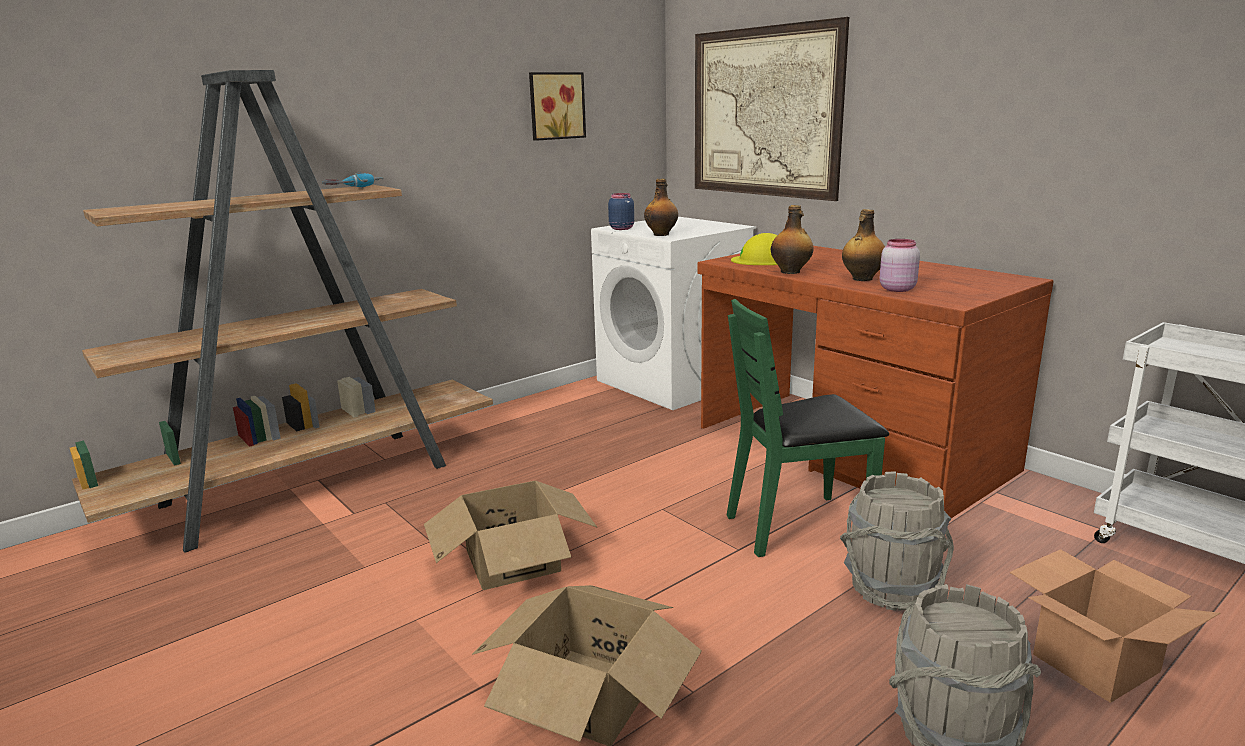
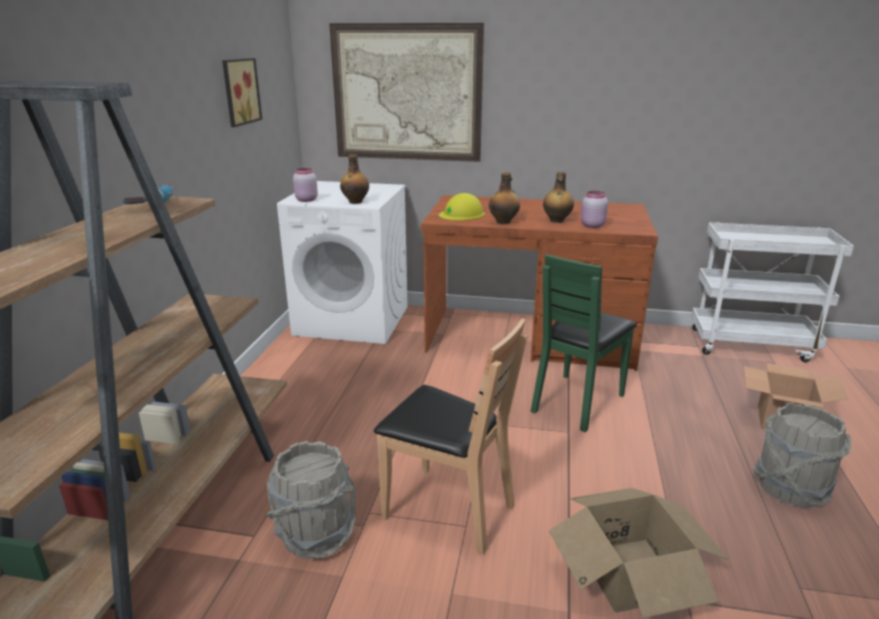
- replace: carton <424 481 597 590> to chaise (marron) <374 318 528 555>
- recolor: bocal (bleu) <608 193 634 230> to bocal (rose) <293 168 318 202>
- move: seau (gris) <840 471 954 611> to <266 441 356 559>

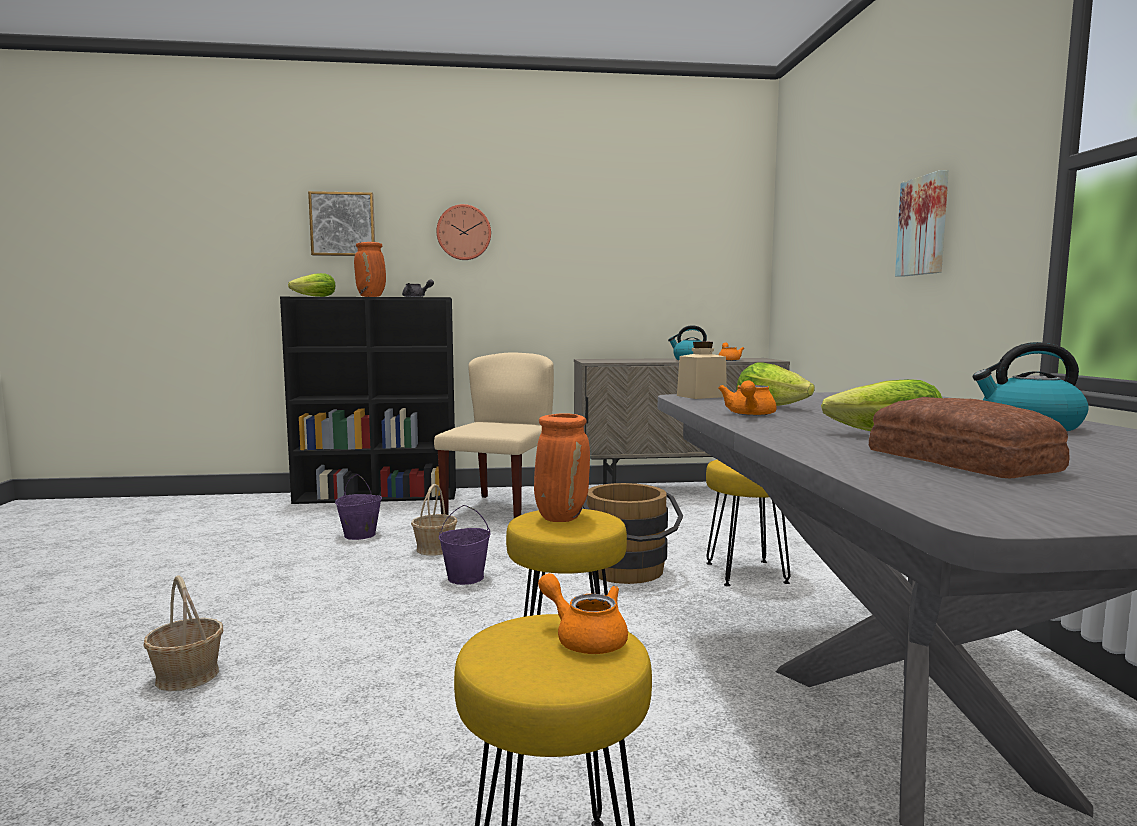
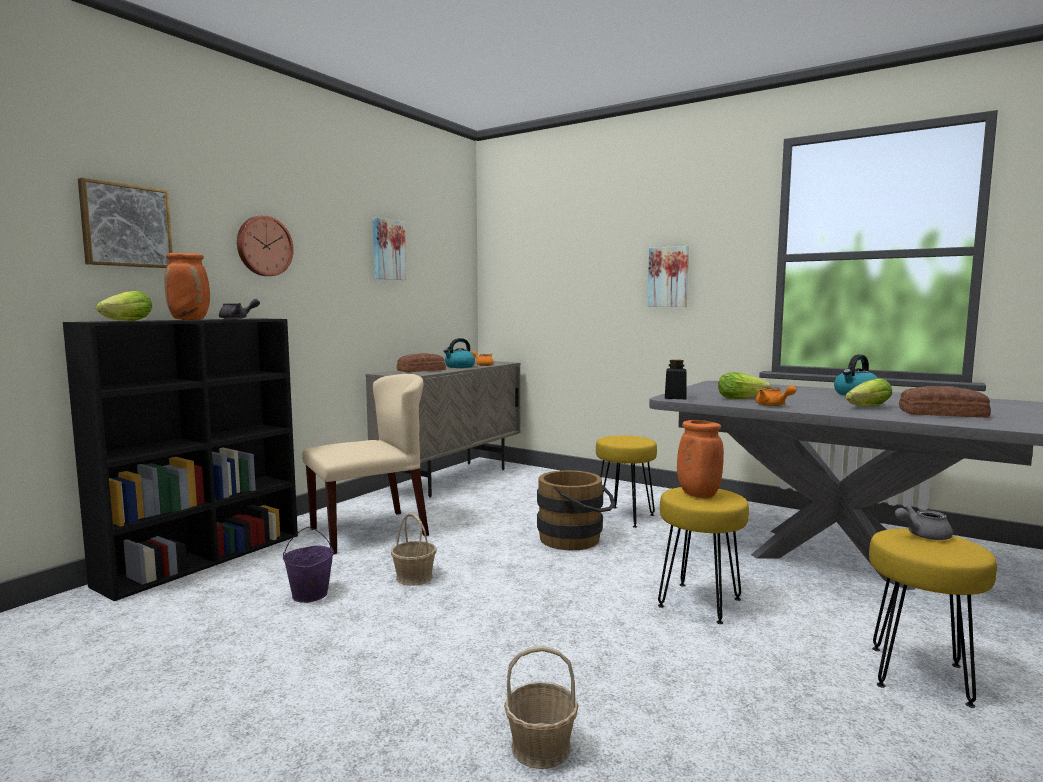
- rotate: chaise (beige) <434 352 554 518> = <302 374 429 554> 90 degrees clockwise
- delete: seau (violet) <439 505 491 585>
- recolor: théière (orange) <538 573 628 654> to théière (gris) <895 506 953 540>
- recolor: bocal (beige) <677 341 727 399> to bocal (noir) <665 360 687 399>
- insert: tableau <373 217 406 280>
- insert: pain <397 353 446 372>

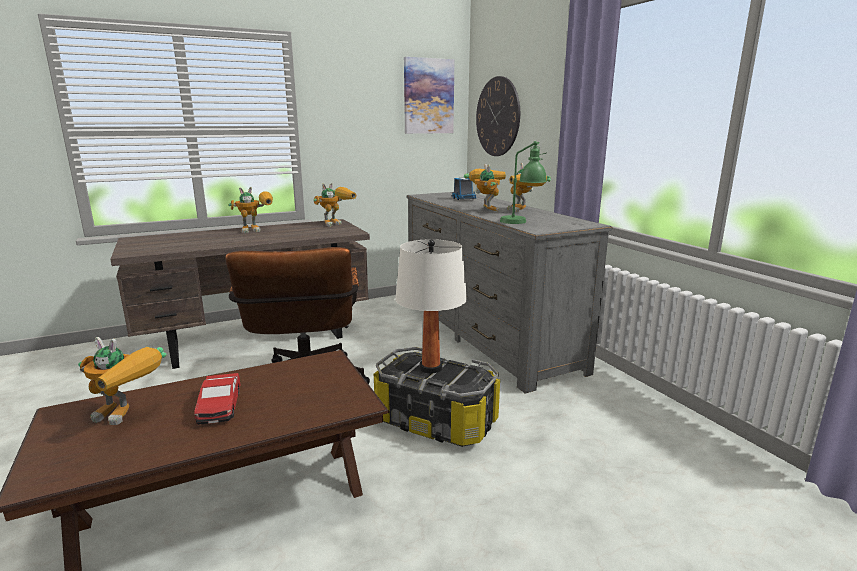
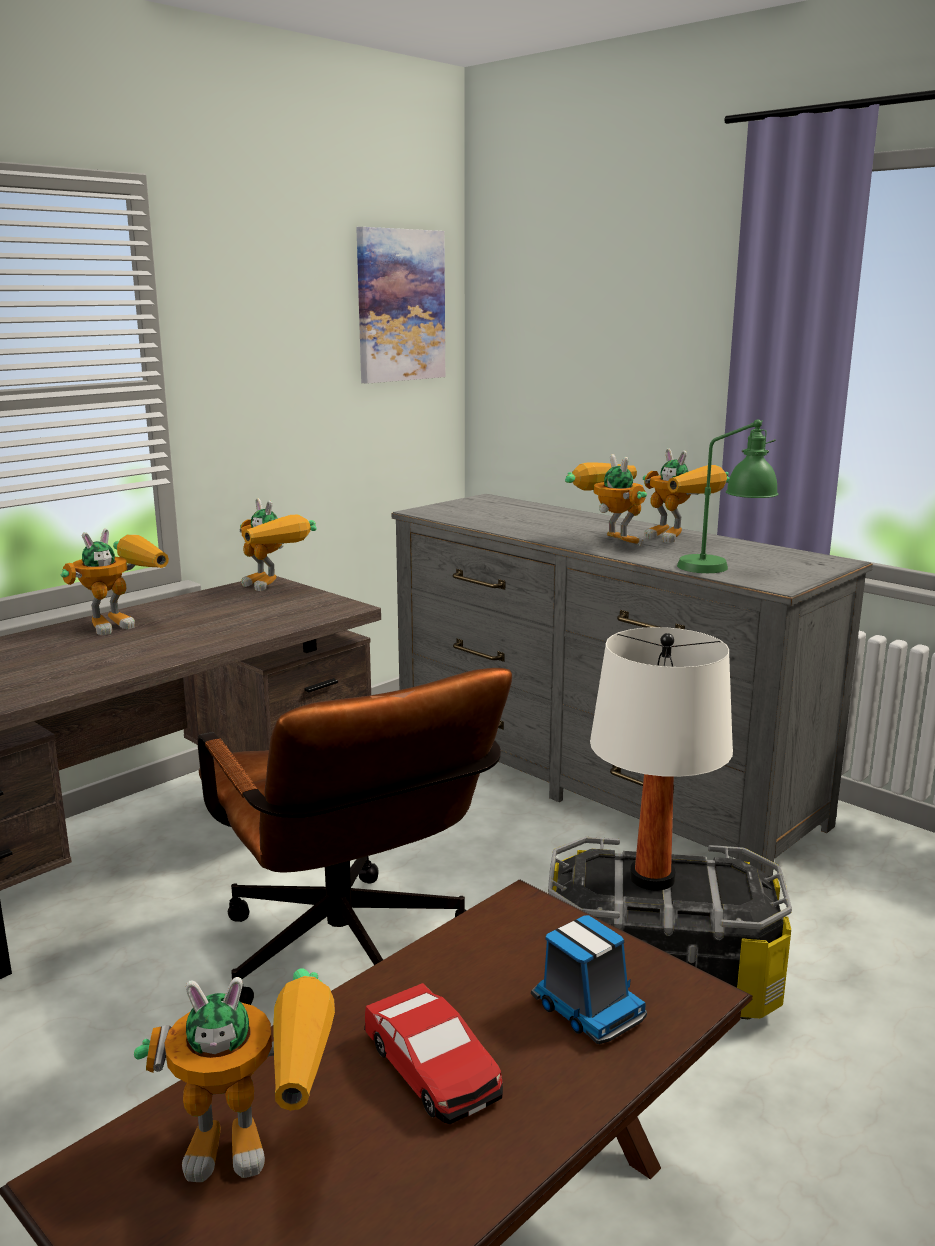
- rotate: robot jouet <313 183 357 227> = <240 498 317 591> 105 degrees clockwise
- move: camion jouet <452 178 476 200> to <530 915 647 1044>
- delete: horloge murale <476 76 520 156>

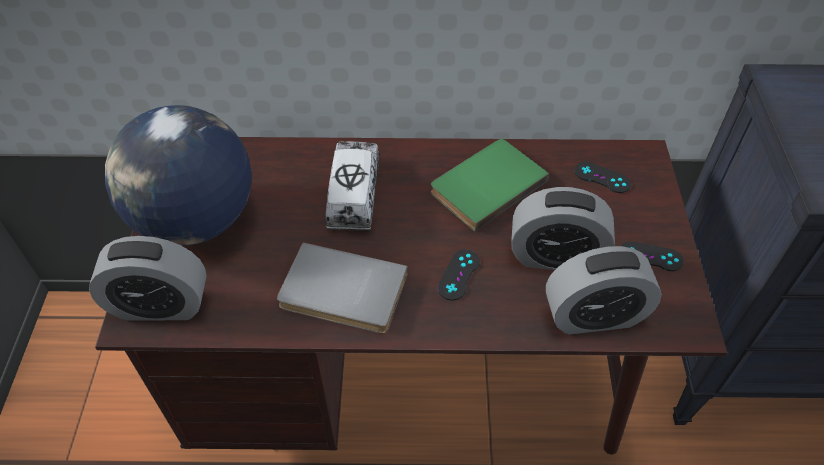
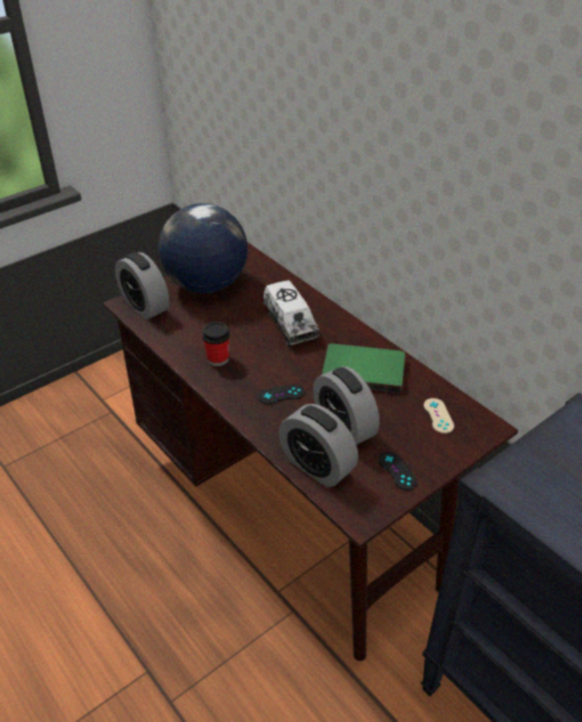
- replace: livre (gris) <277 242 408 334> to tasse <202 322 230 366>
- rotate: camion jouet <326 141 380 231> = <263 280 319 347> 105 degrees clockwise
- recolor: manette (noir) <574 162 631 193> to manette (beige) <424 398 454 434>

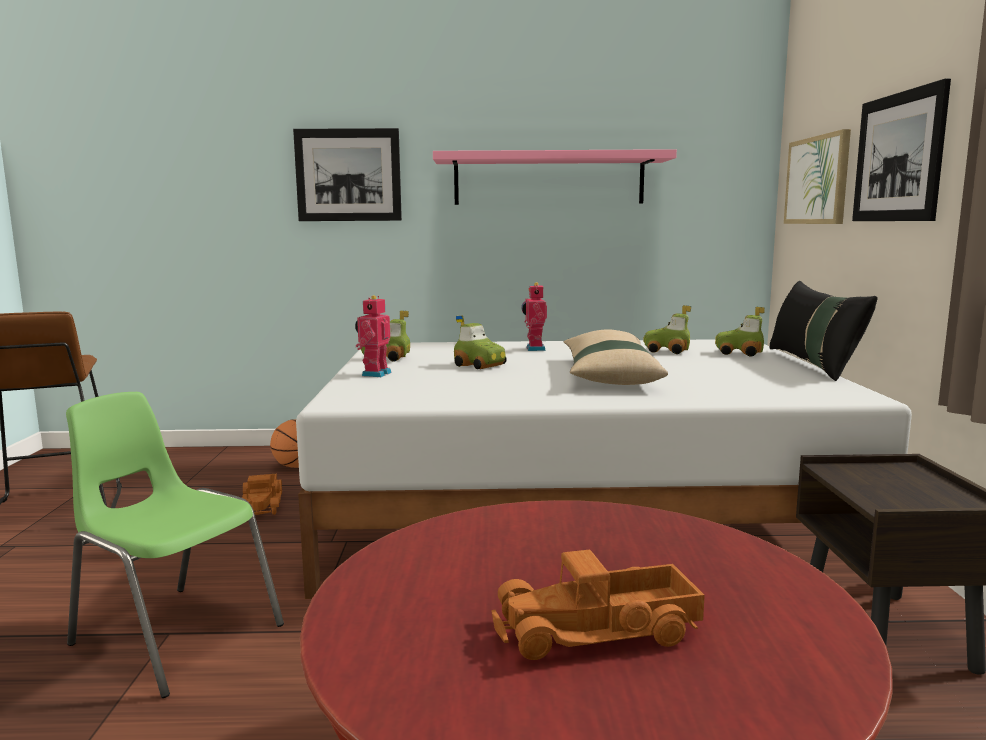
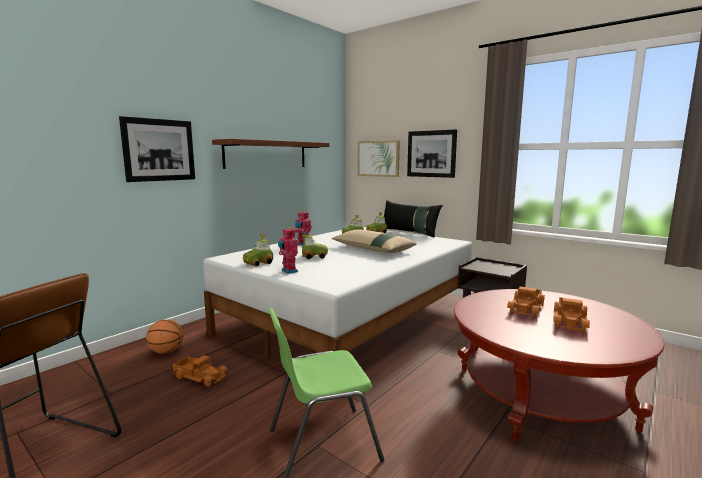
- recolor: étagère (rose) <433 149 677 205> to étagère (marron) <212 139 329 169>
- insert: camion jouet <507 286 545 318>

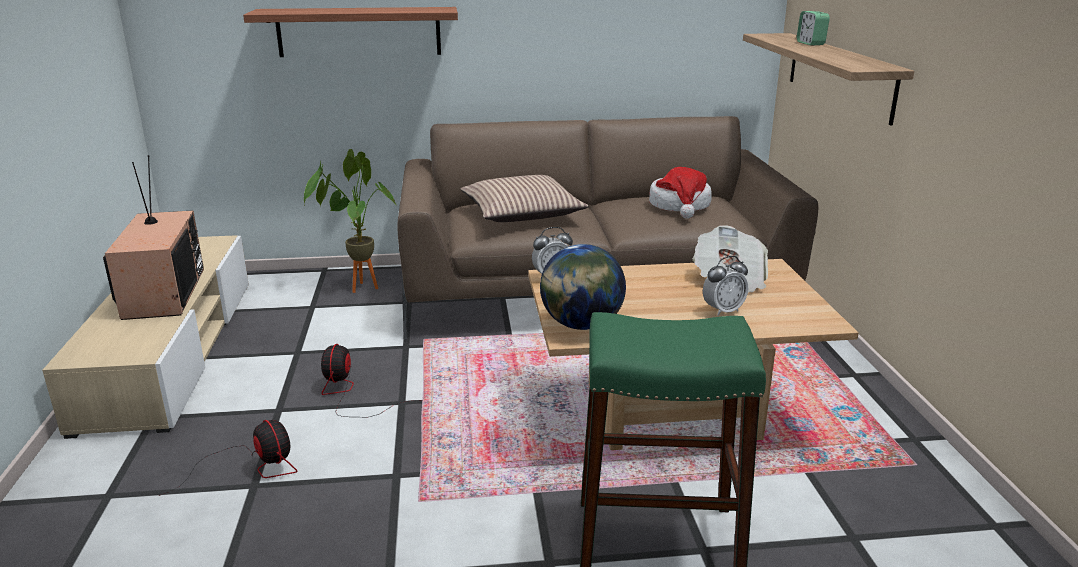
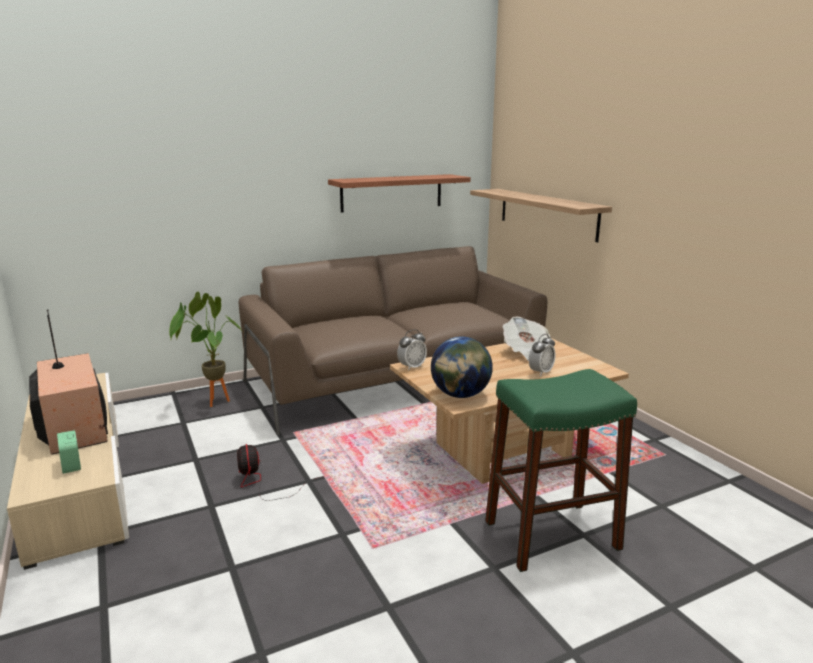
- delete: ventilateur <159 420 297 496>
- move: étagère <243 7 458 57> to <328 174 471 213>
- delete: coussin <460 175 589 222>
- delete: chapeau <649 167 712 219>
- move: réveil <797 11 830 45> to <57 430 81 474>

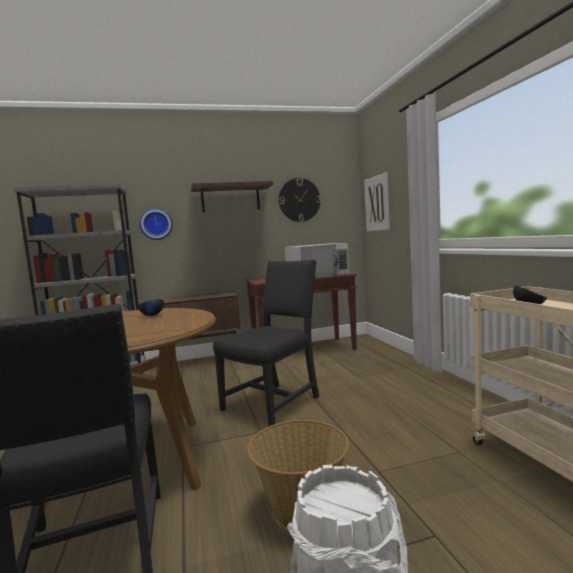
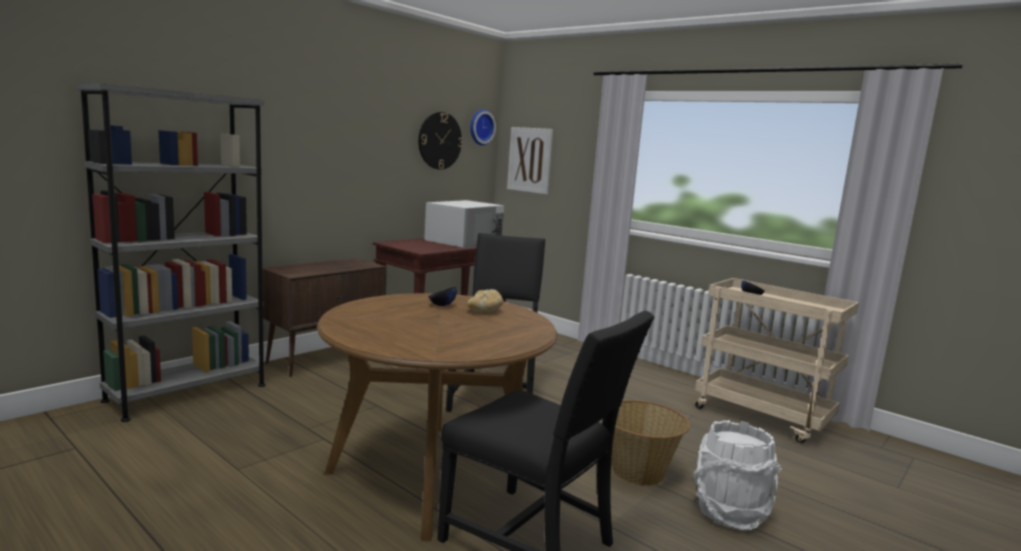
- move: horloge murale <140 208 173 240> to <470 109 496 145>
- delete: étagère <191 181 273 212>
- insert: pain <467 289 503 312>

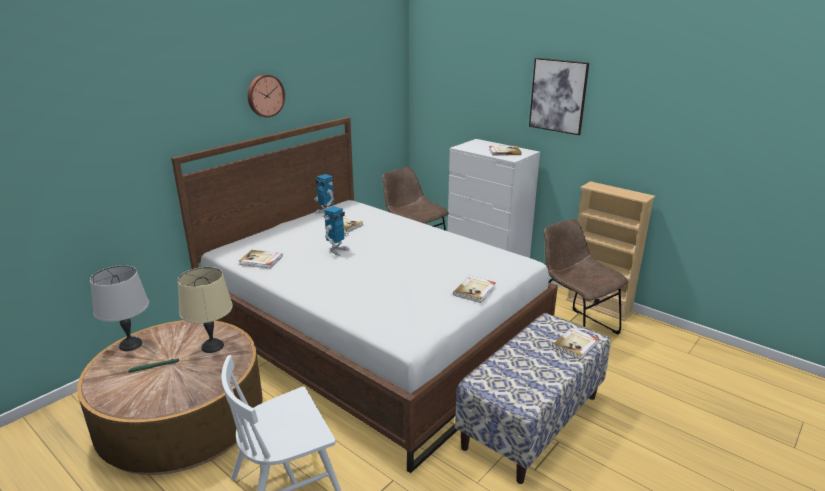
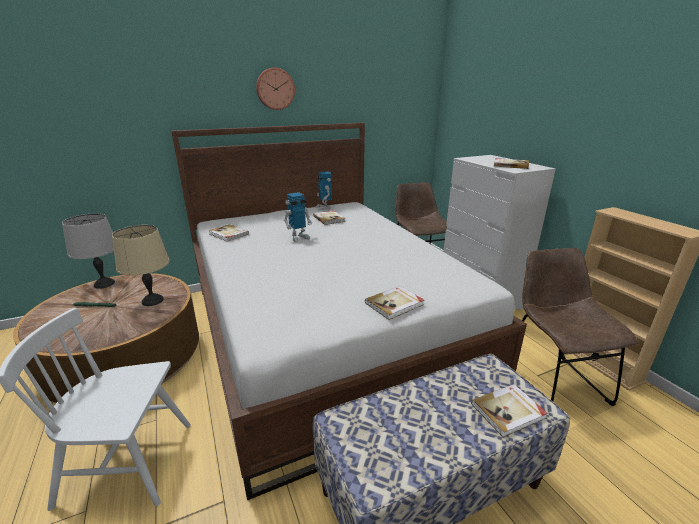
- delete: tableau <529 58 589 135>

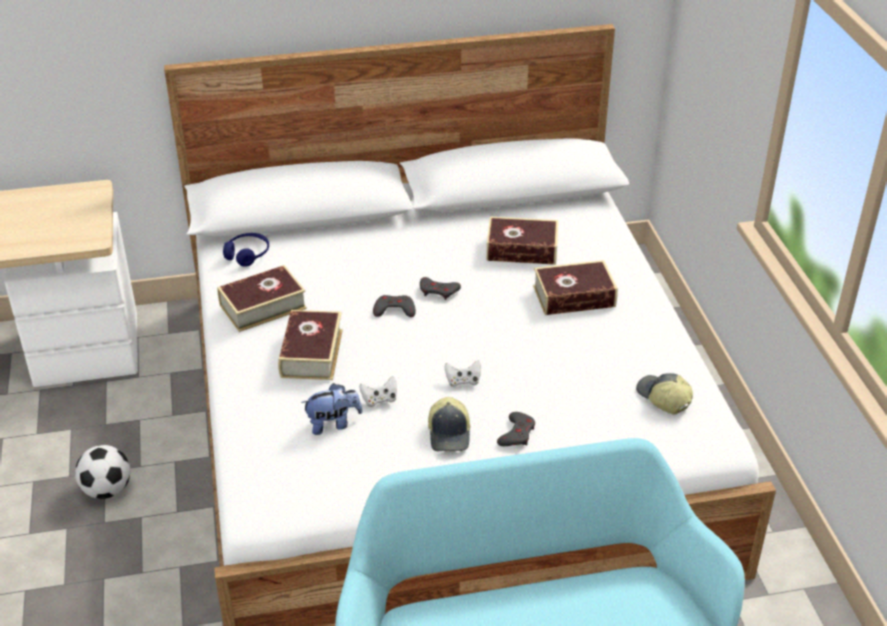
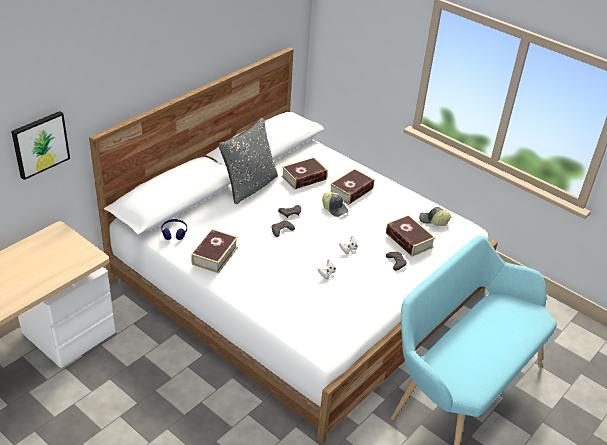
- delete: ballon de foot <75 445 130 499>
- move: livre <278 310 343 380> to <386 215 436 257>
- delete: peluche <301 383 363 435>
- move: casquette <428 397 470 451> to <322 192 349 217>
- insert: tableau <11 111 70 180>
- insert: coussin (gris) <218 118 278 204>

